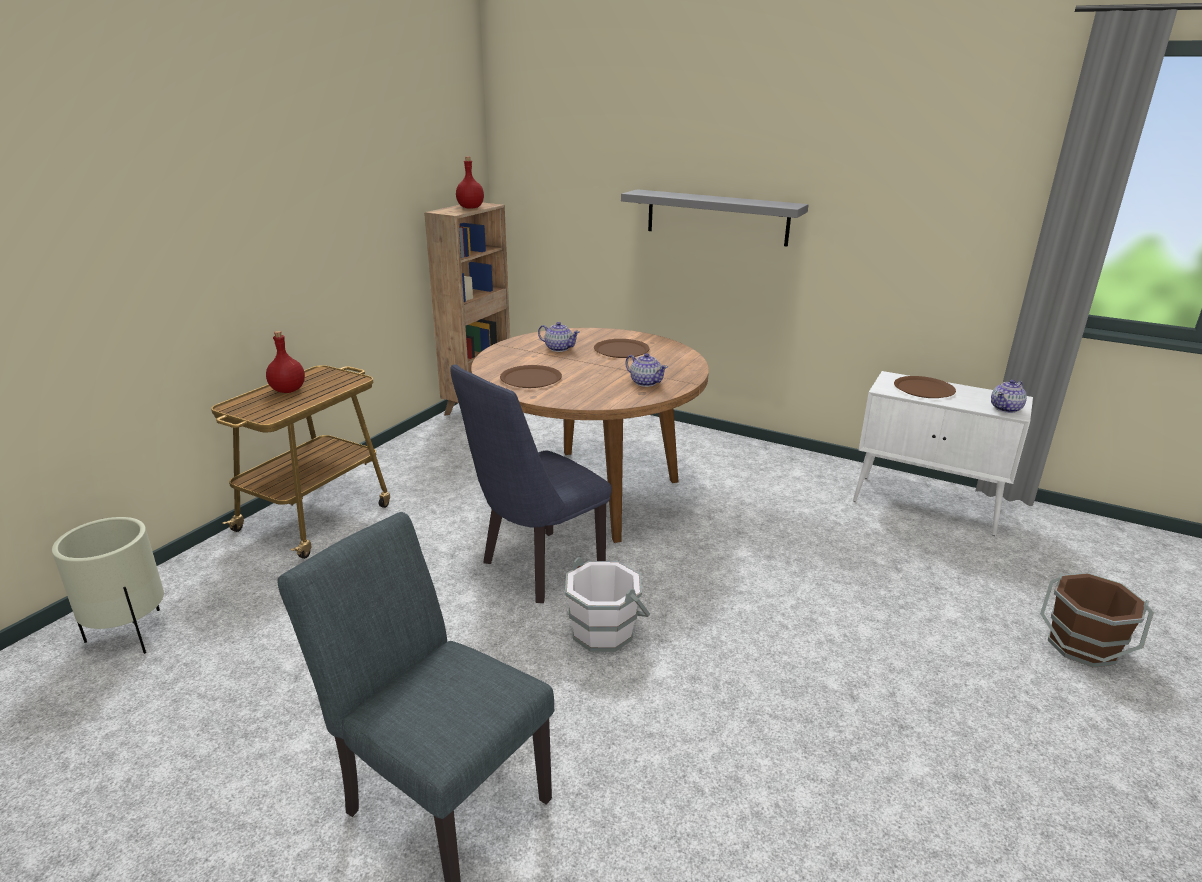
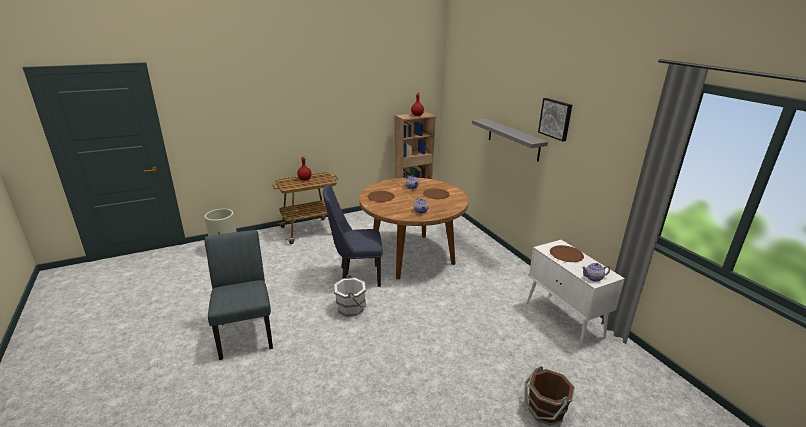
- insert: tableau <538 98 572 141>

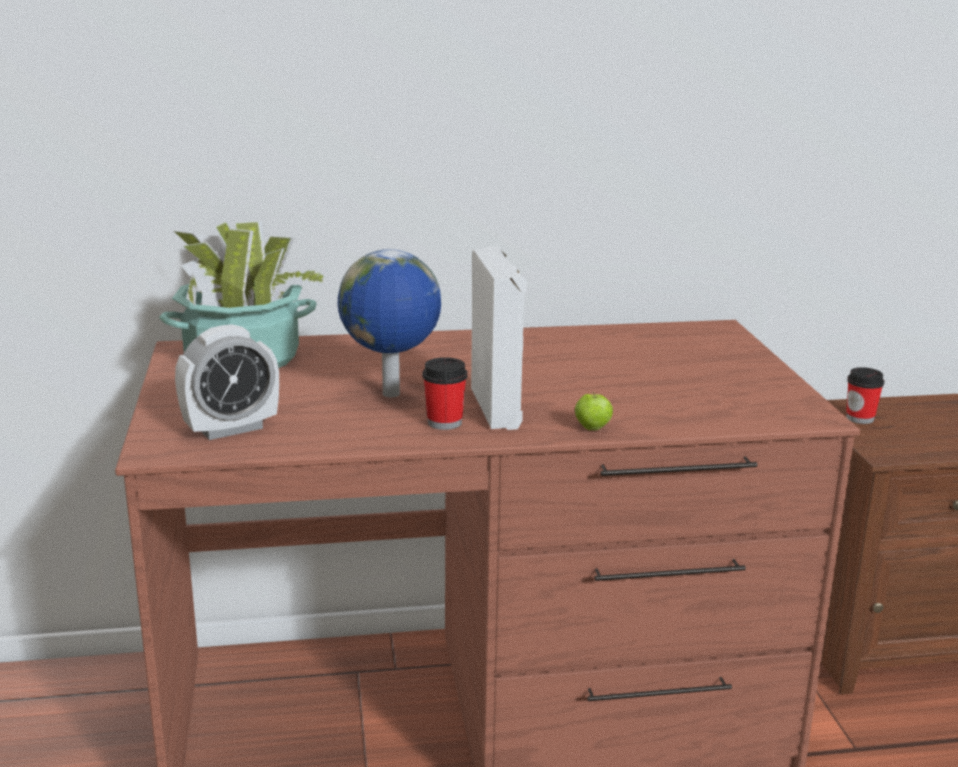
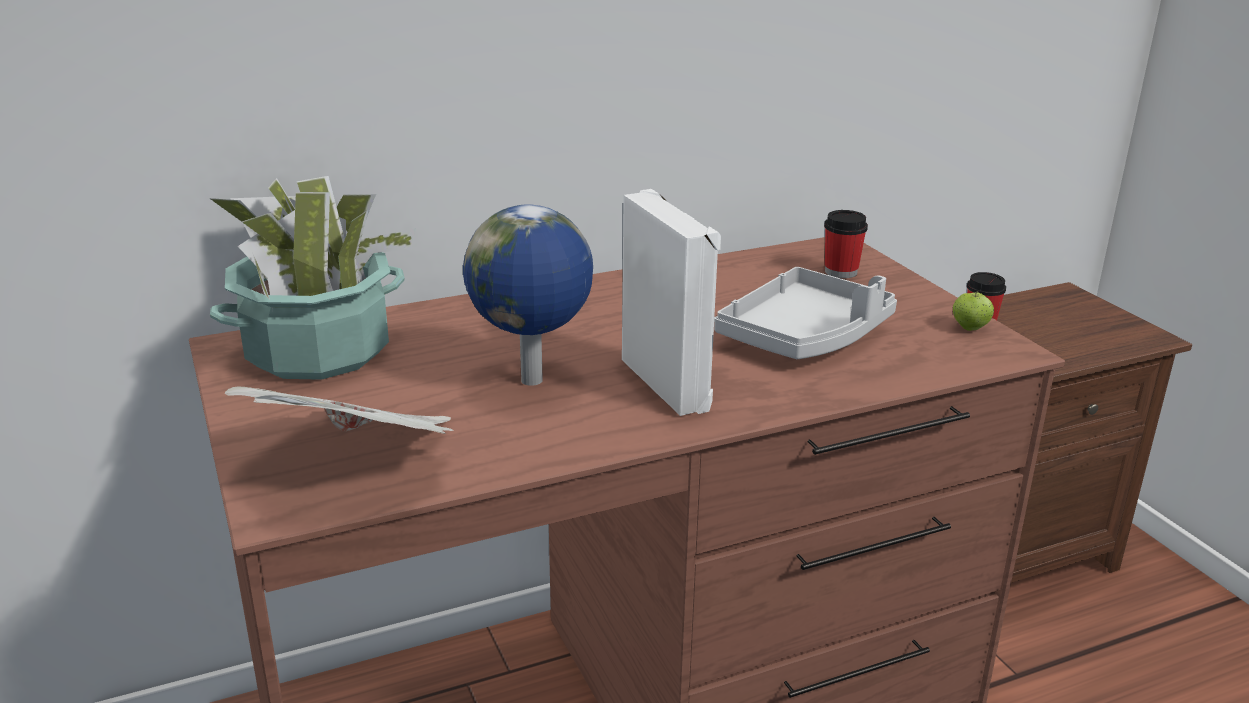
- replace: réveil <175 324 279 440> to journal <224 386 453 434>
- move: tasse <422 357 467 430> to <824 210 868 278>
- move: pomme <575 392 613 430> to <953 291 994 331>
- insert: plateau (gris) <714 267 897 359>

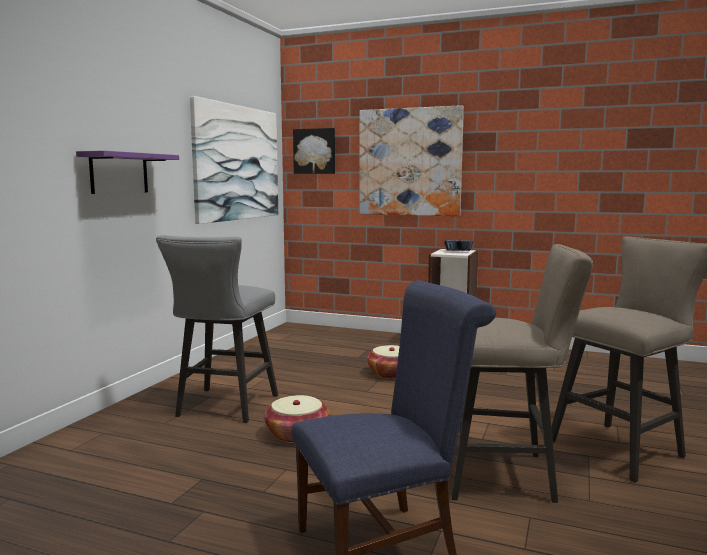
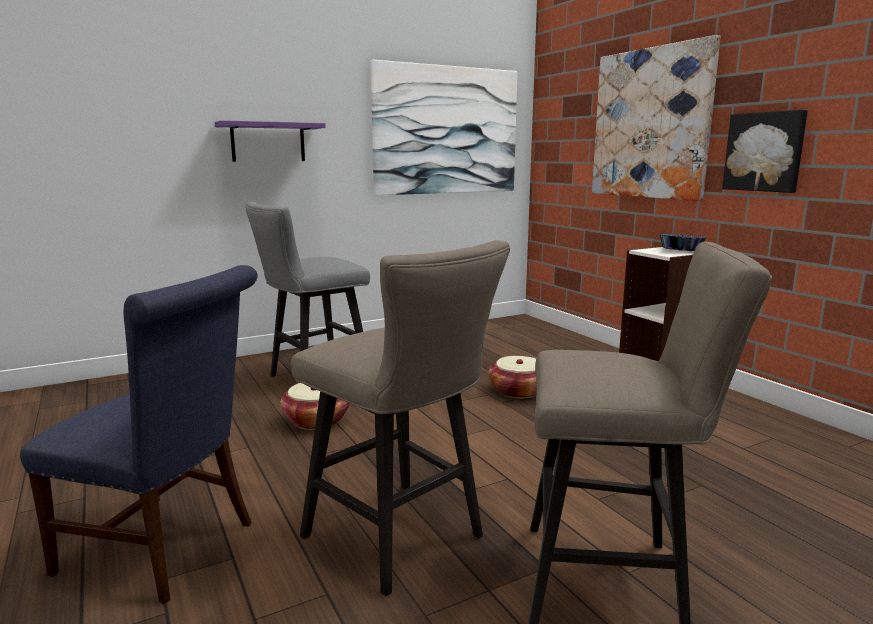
- move: tableau <293 128 335 174> to <722 110 808 193>

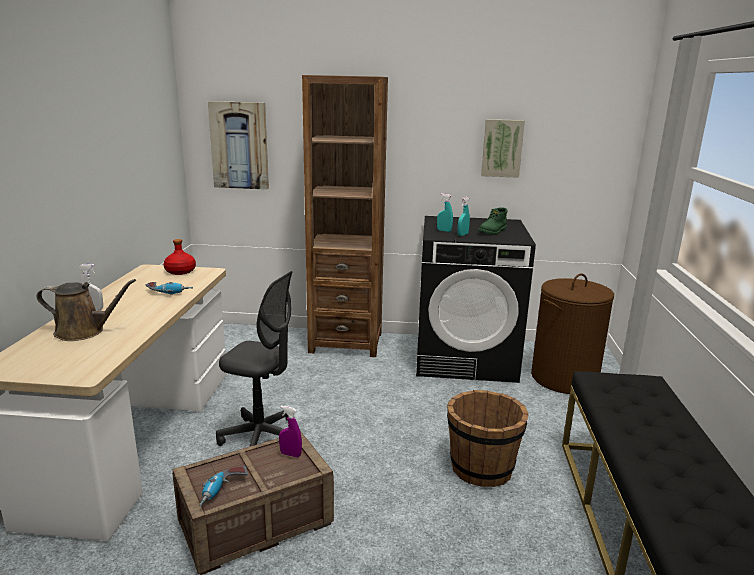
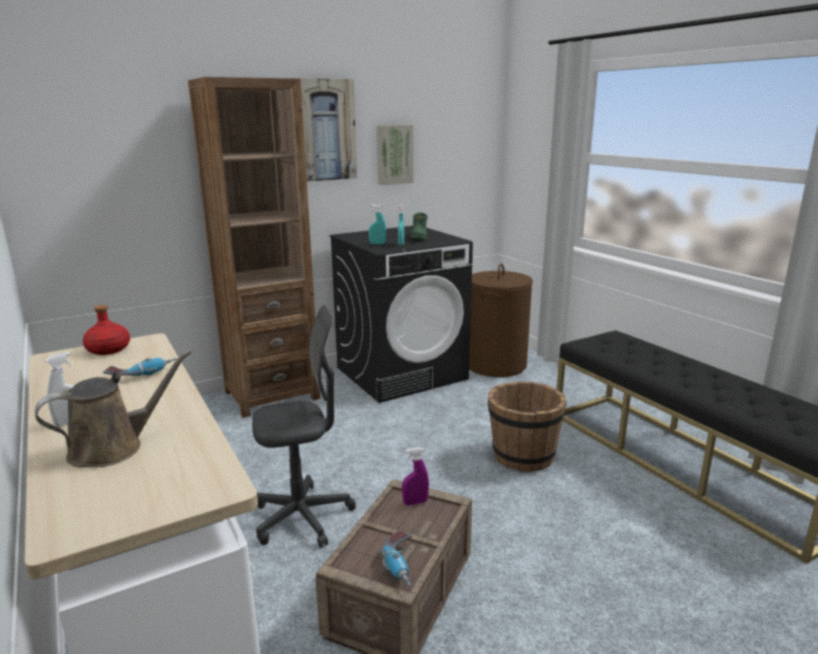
- move: tableau <208 101 269 190> to <298 78 357 182>

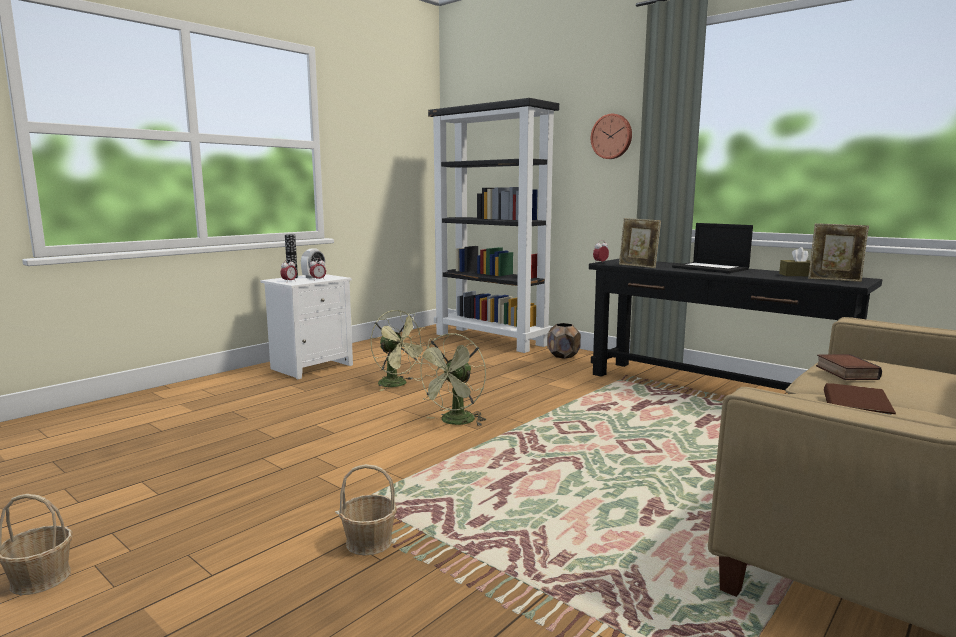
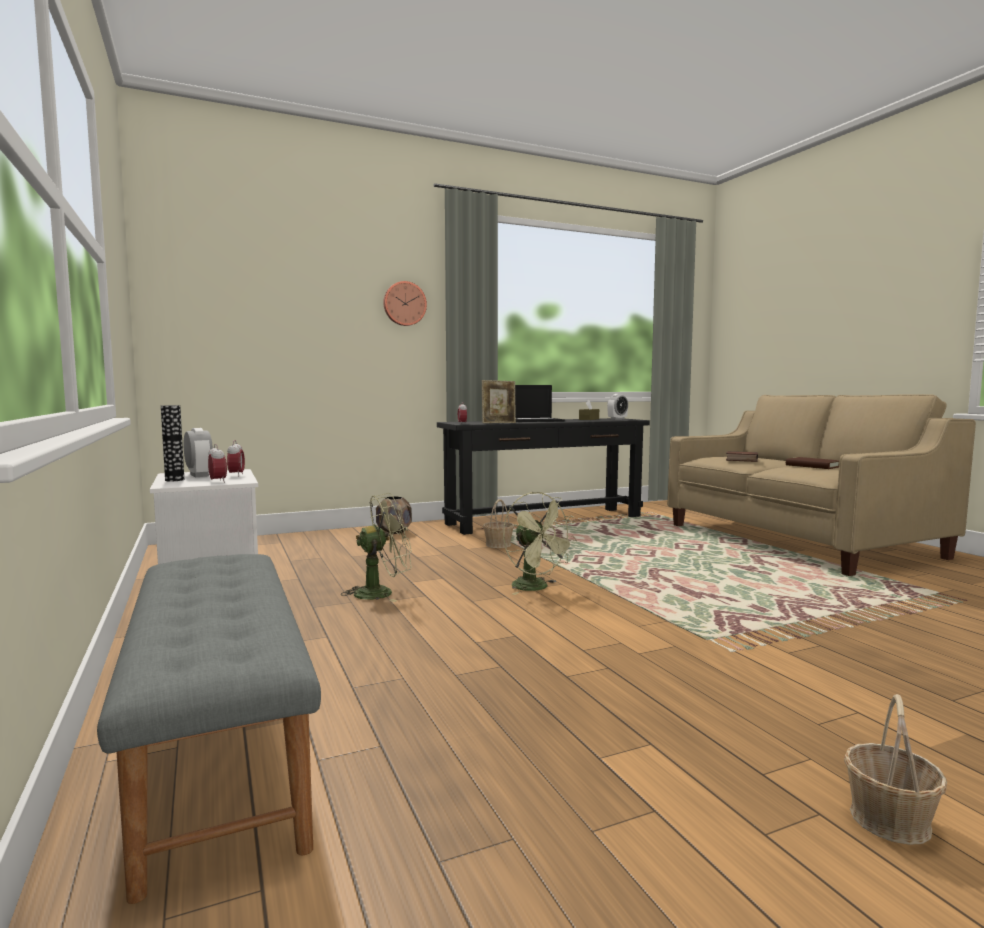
- move: panier <339 464 397 556> to <483 499 514 548>
- delete: bibliothèque (noir) <428 98 559 353>
- replace: cadre photo <808 223 869 282> to réveil <607 394 628 420>
- insert: banc (gris) <97 554 321 904>

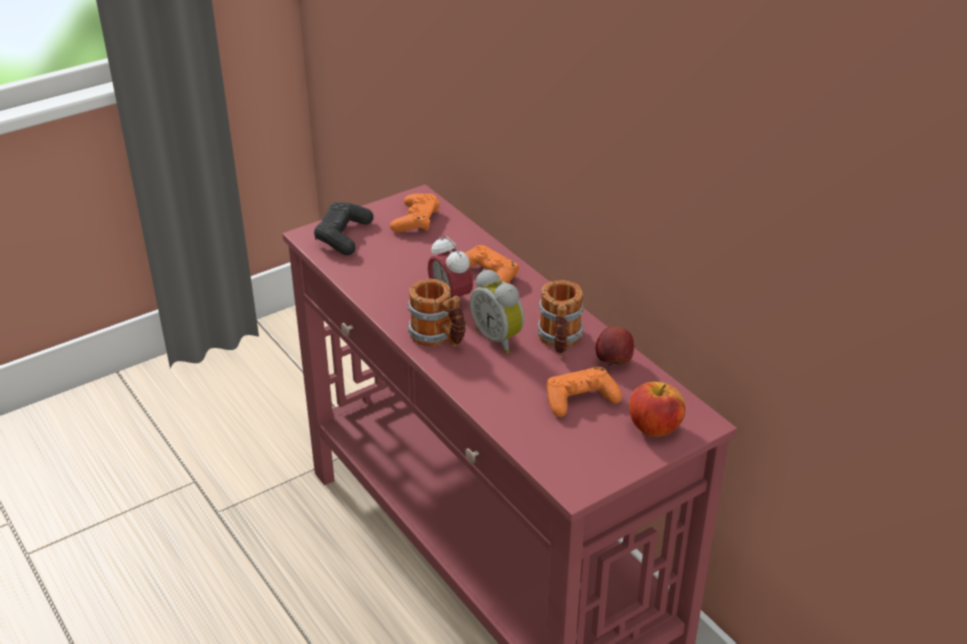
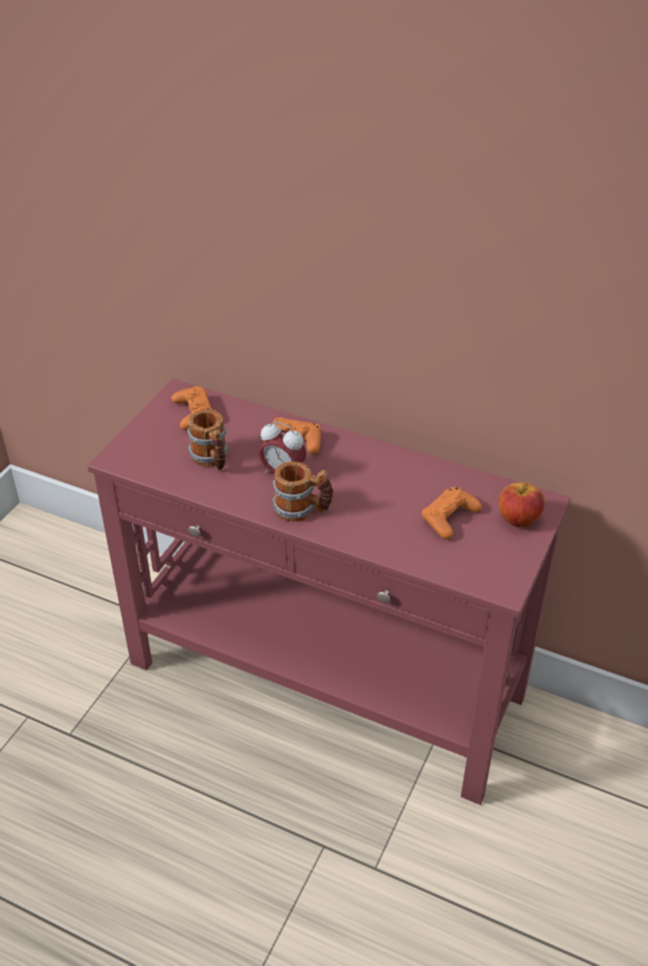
- delete: manette (noir) <314 202 373 255>
- delete: réveil <470 269 524 354>
- move: mug <538 280 584 355> to <187 409 229 471>
- delete: pomme <596 327 634 366>

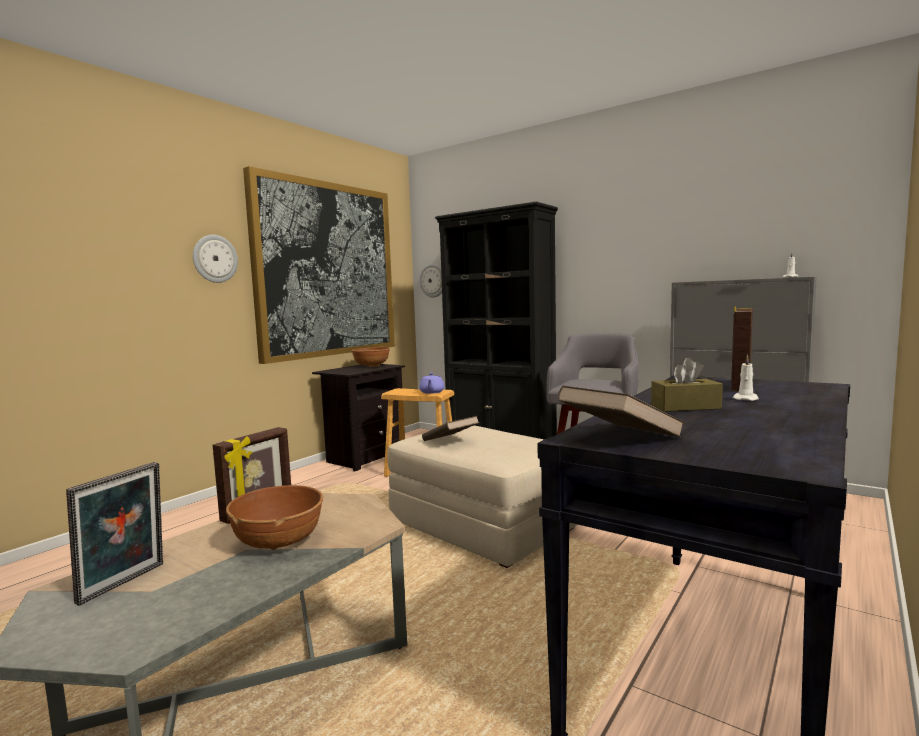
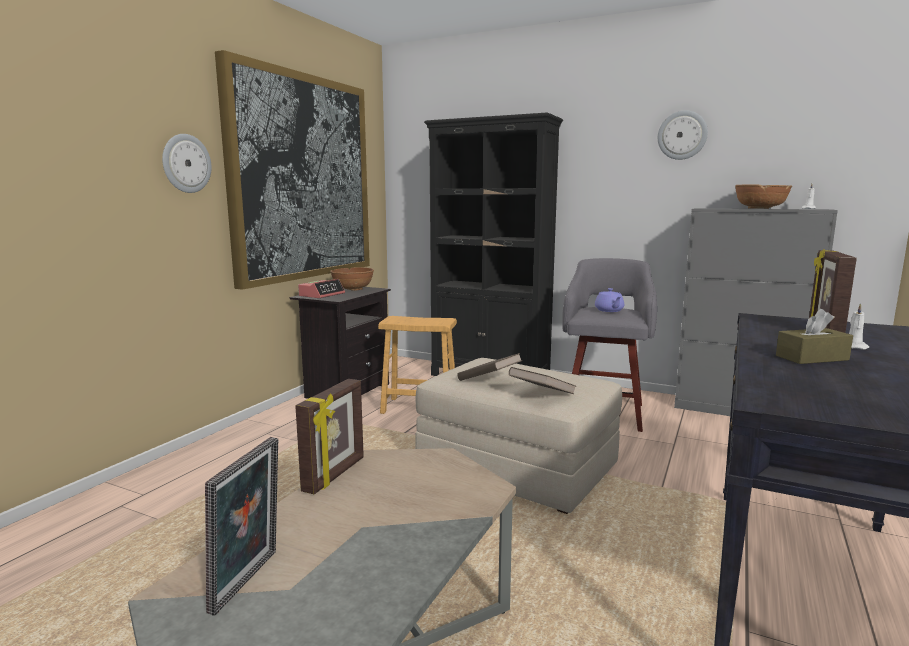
- move: bol (marron) <226 485 323 550> to <735 185 792 209>
- move: horloge murale <419 264 442 298> to <658 110 708 160>
- move: théière (violet) <419 373 444 394> to <595 288 624 312>
- move: livre (marron) <558 386 685 437> to <509 367 575 394>
- insert: réveil <298 279 345 298>

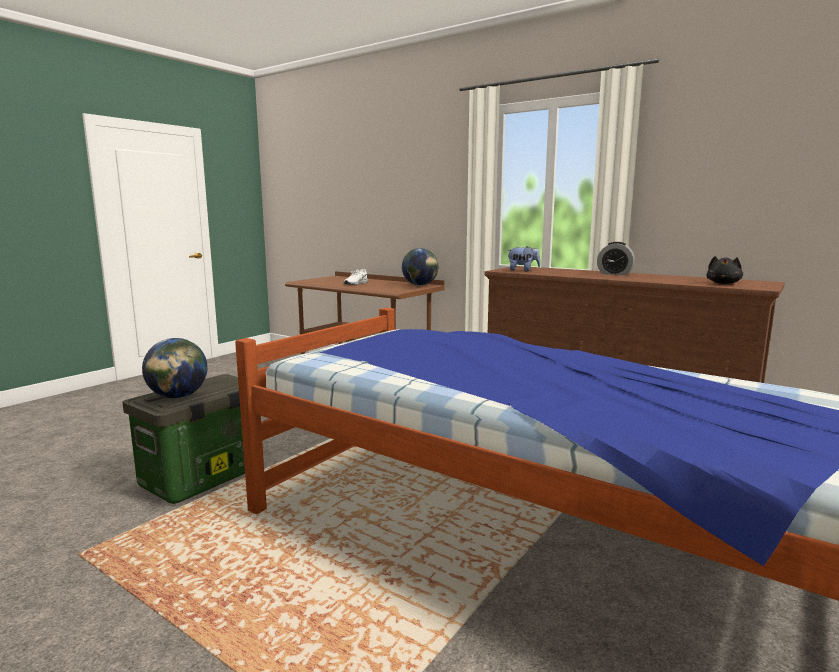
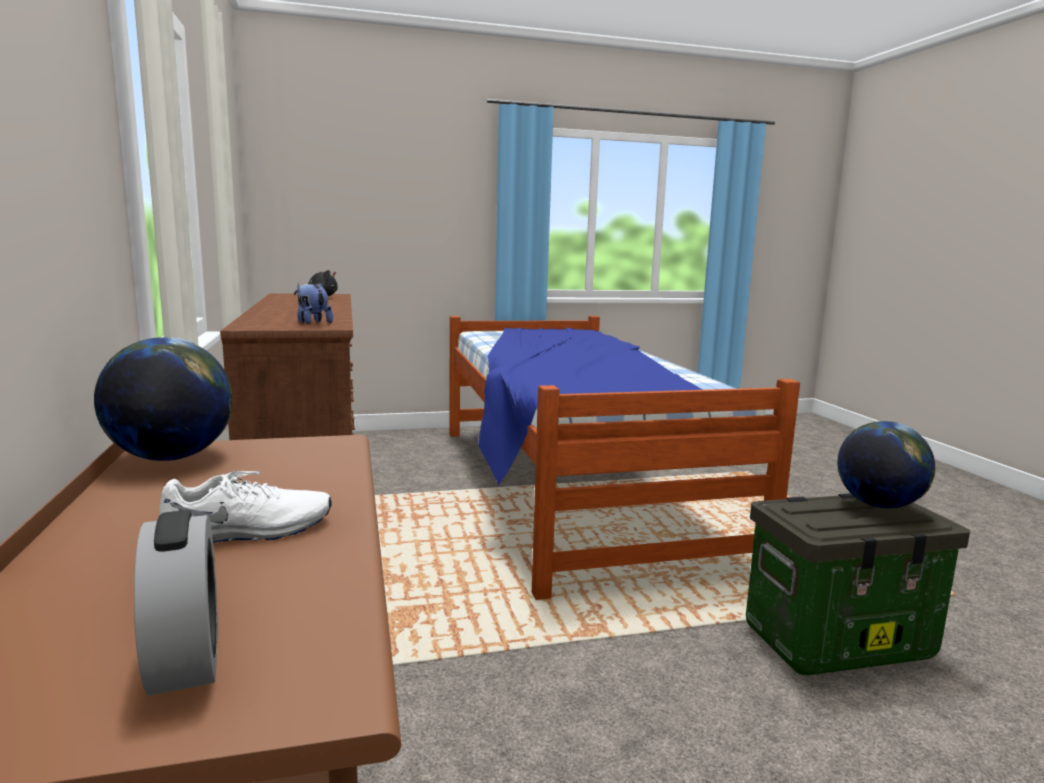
- move: réveil <597 242 635 275> to <134 510 218 696>

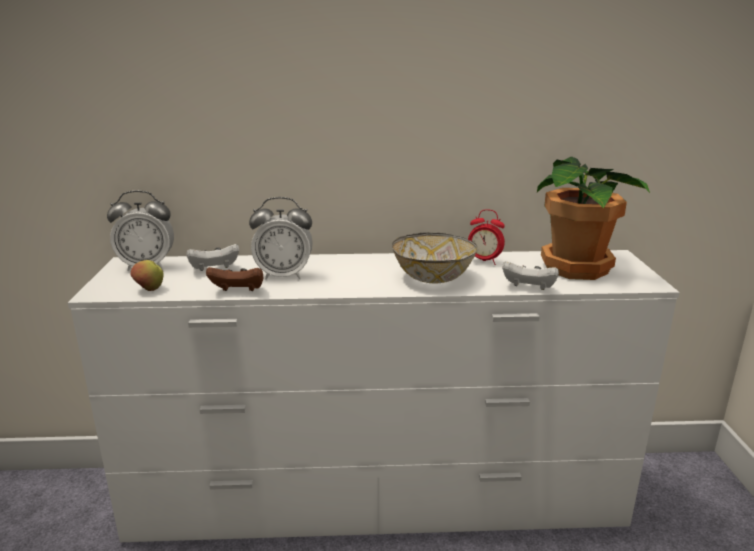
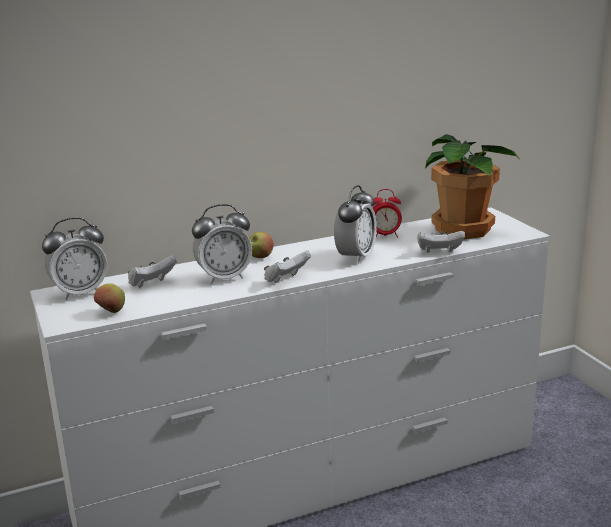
- delete: manette (marron) <206 267 263 291>
- replace: bol <392 233 477 283> to réveil <334 185 377 264>
- insert: pomme <249 232 274 258>
- insert: manette (blanc) <264 250 311 283>

